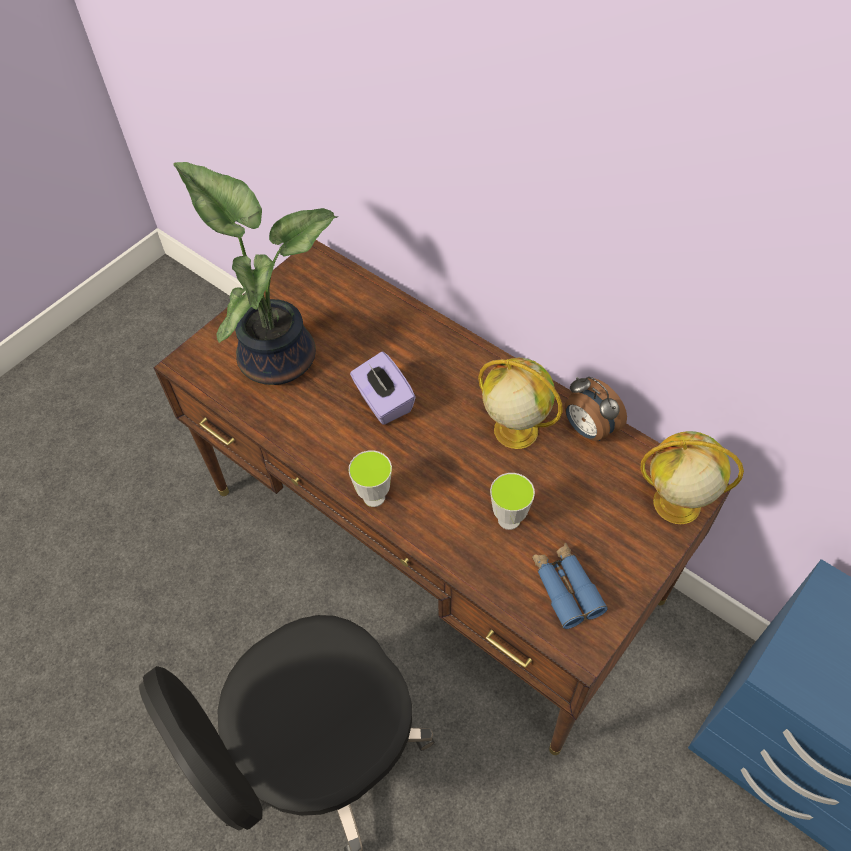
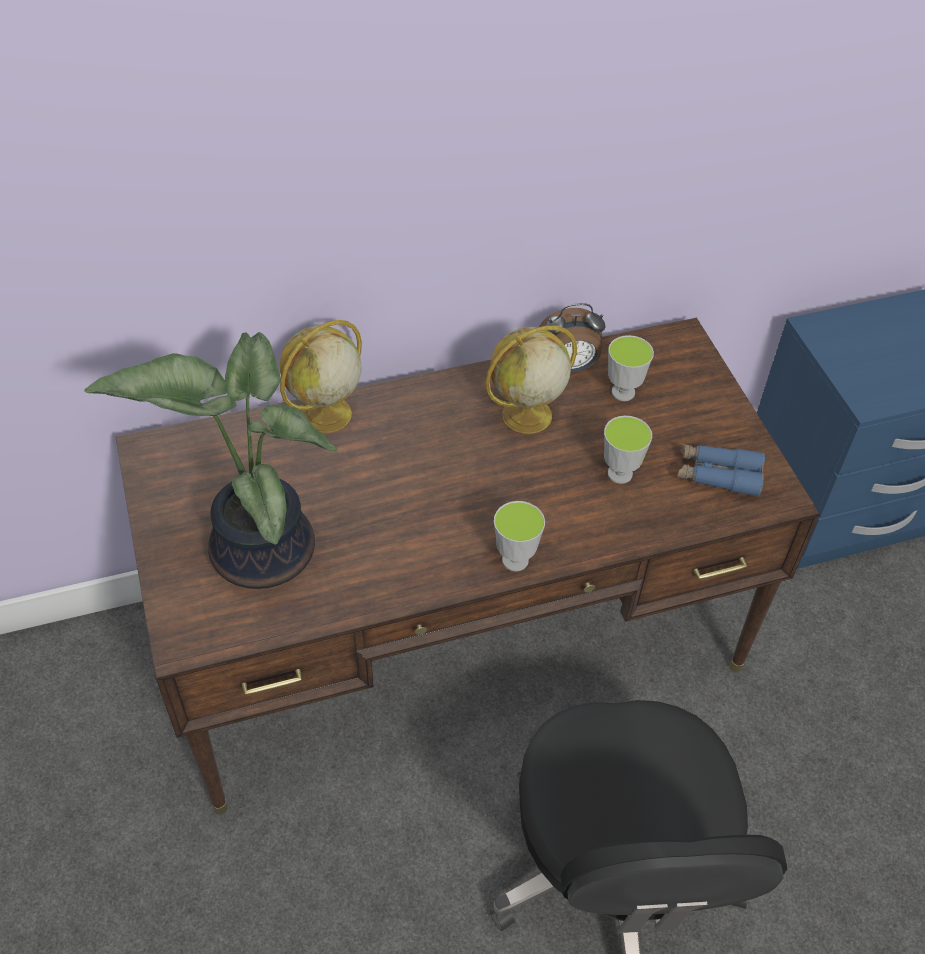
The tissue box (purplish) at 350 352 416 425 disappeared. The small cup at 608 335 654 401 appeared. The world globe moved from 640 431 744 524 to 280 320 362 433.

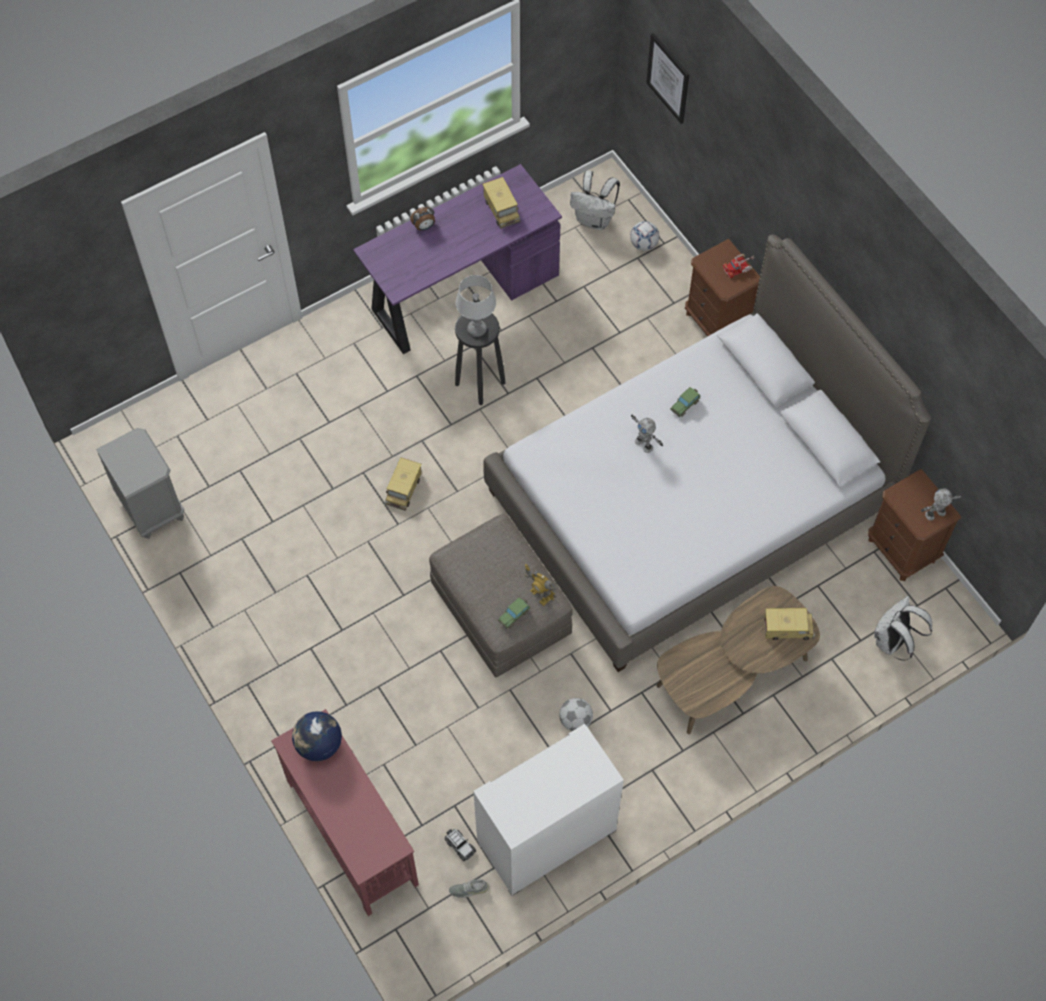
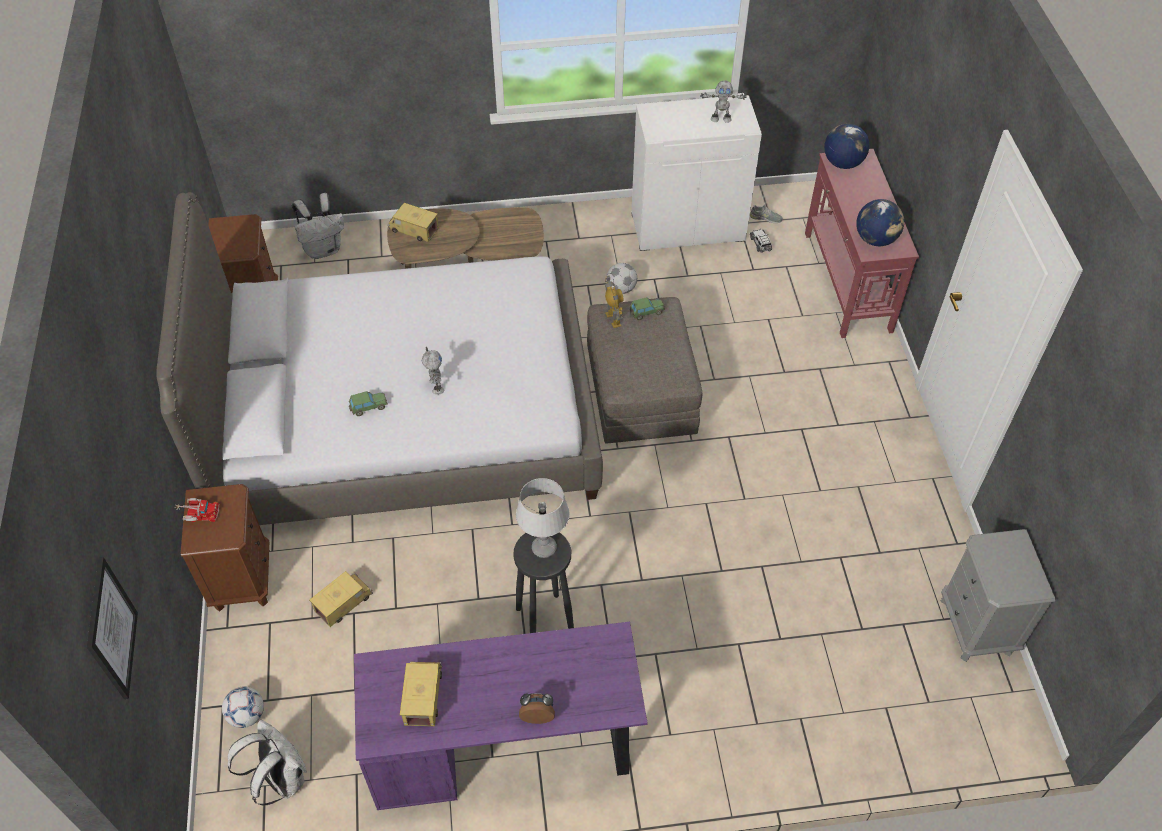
The world globe at 824 124 869 169 appeared. The toy truck moved from 385 457 422 511 to 309 571 373 627. The toy robot moved from 921 488 963 521 to 700 80 747 123.

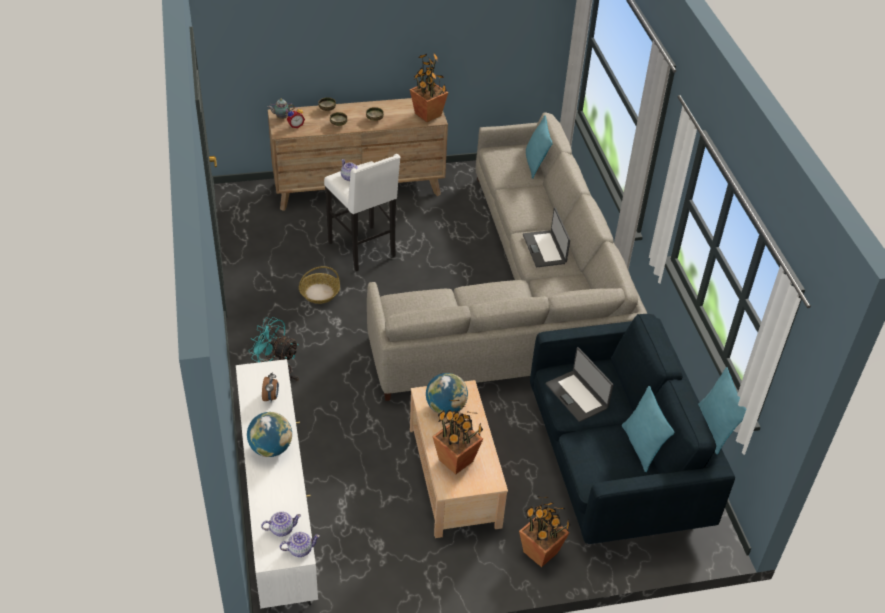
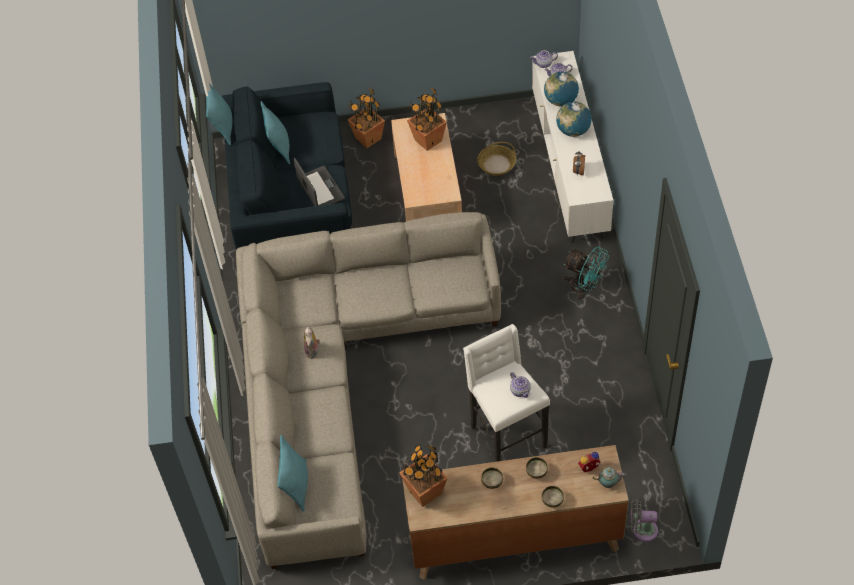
The cooling fan (grey) at 630 499 658 542 appeared. The storage basket moved from 299 266 340 304 to 477 142 516 176. The world globe moved from 426 373 468 414 to 544 72 579 106. The portable computer at 523 208 570 267 was replaced by the plush toy at 304 327 320 359.

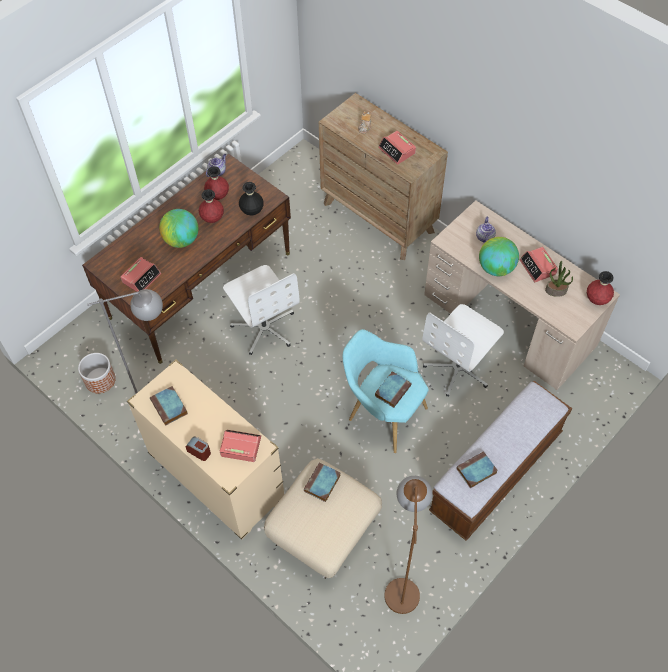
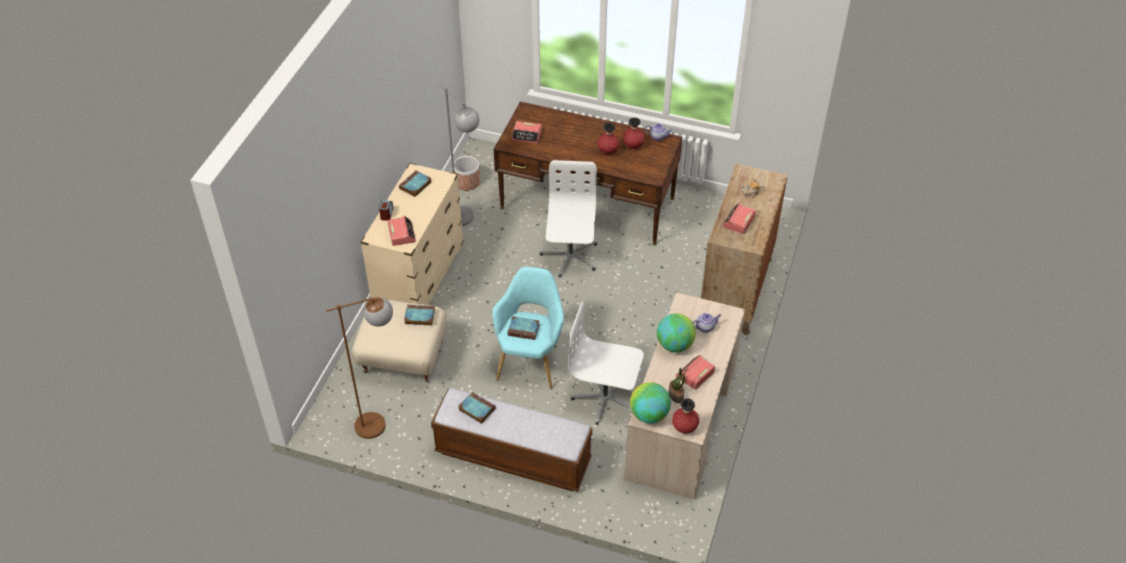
The flower vase (black) at 239 182 264 216 disappeared. The world globe moved from 159 209 198 248 to 630 382 671 423. The desk chair (white) at 223 265 300 355 turned 150 degrees clockwise.

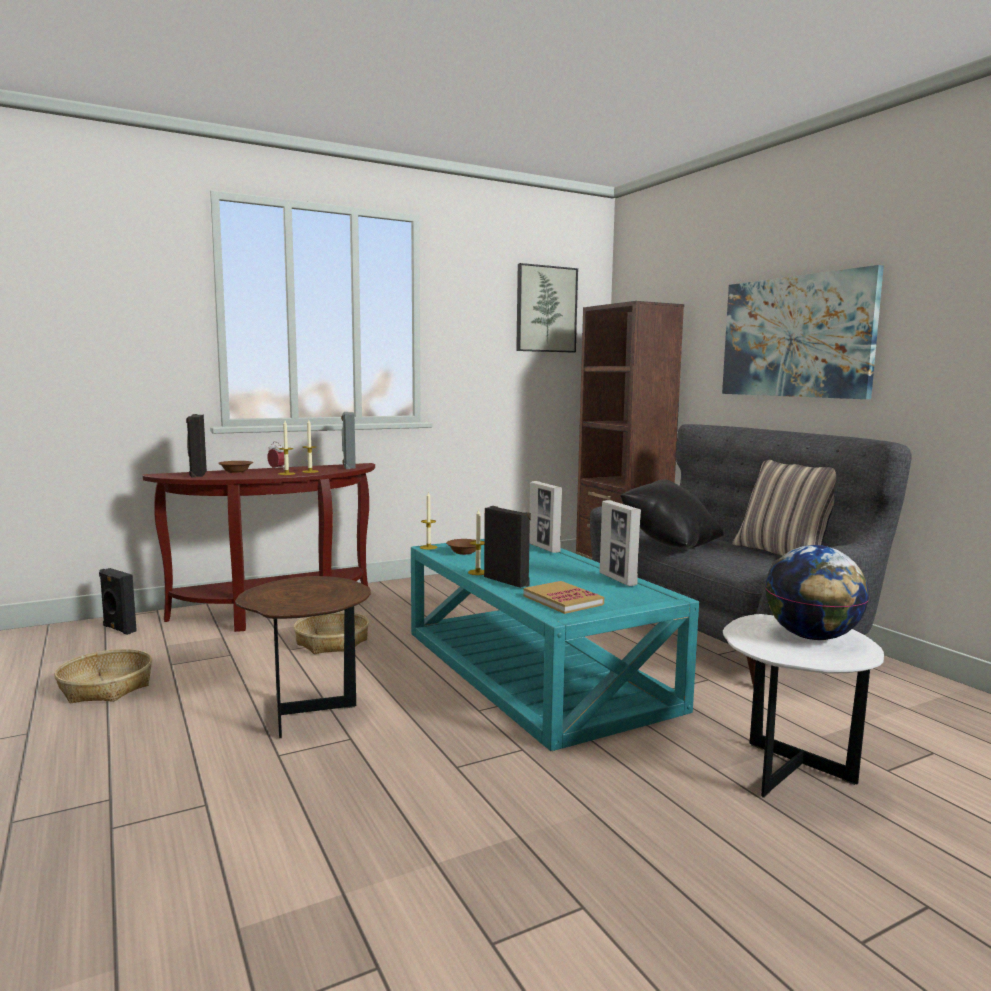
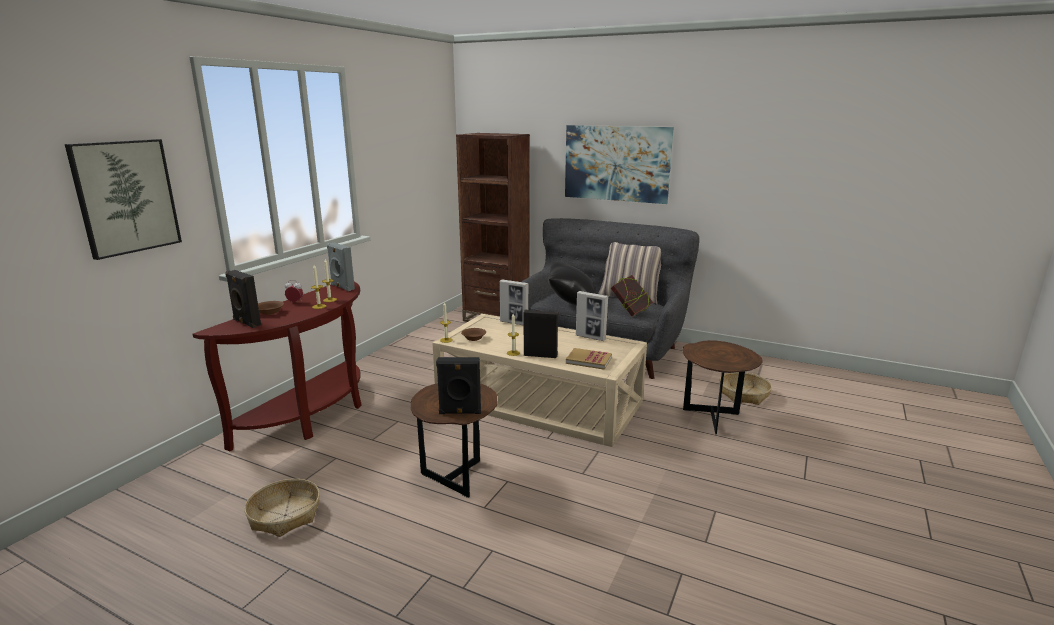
The world globe at 766 545 869 640 disappeared. The bound book at 611 275 653 317 appeared. The loudspeaker (black) moved from 99 568 137 635 to 436 357 481 414. The storage basket moved from 294 611 369 654 to 720 372 772 405. The wall picture moved from 516 263 578 353 to 65 139 182 260. The coffee table (turquoise-coloured) at 411 539 699 751 became the coffee table (sand-coloured) at 432 314 647 447. The side table (white) at 723 614 884 798 became the side table (brownish) at 682 340 763 434.

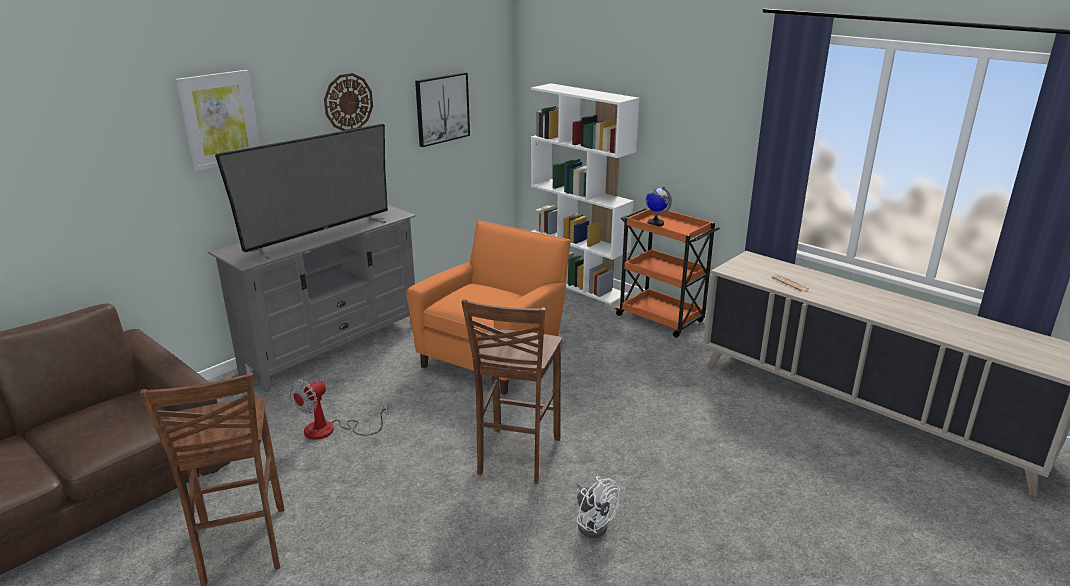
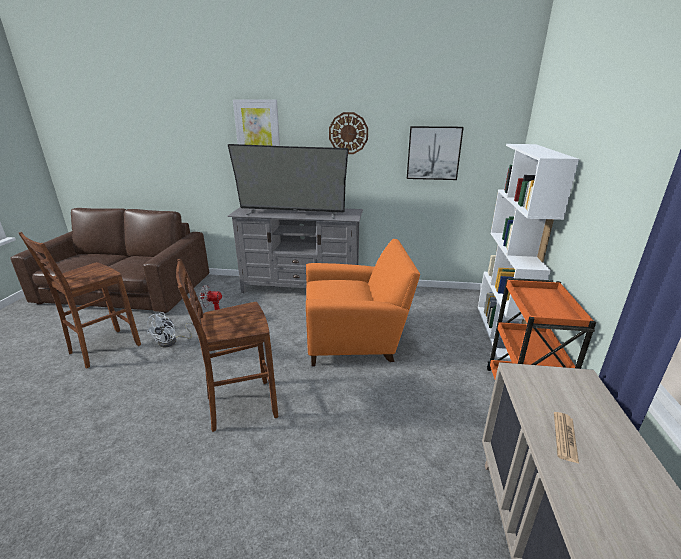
The world globe at 646 187 672 227 disappeared. The cooling fan (white) moved from 576 476 620 538 to 147 312 193 347.

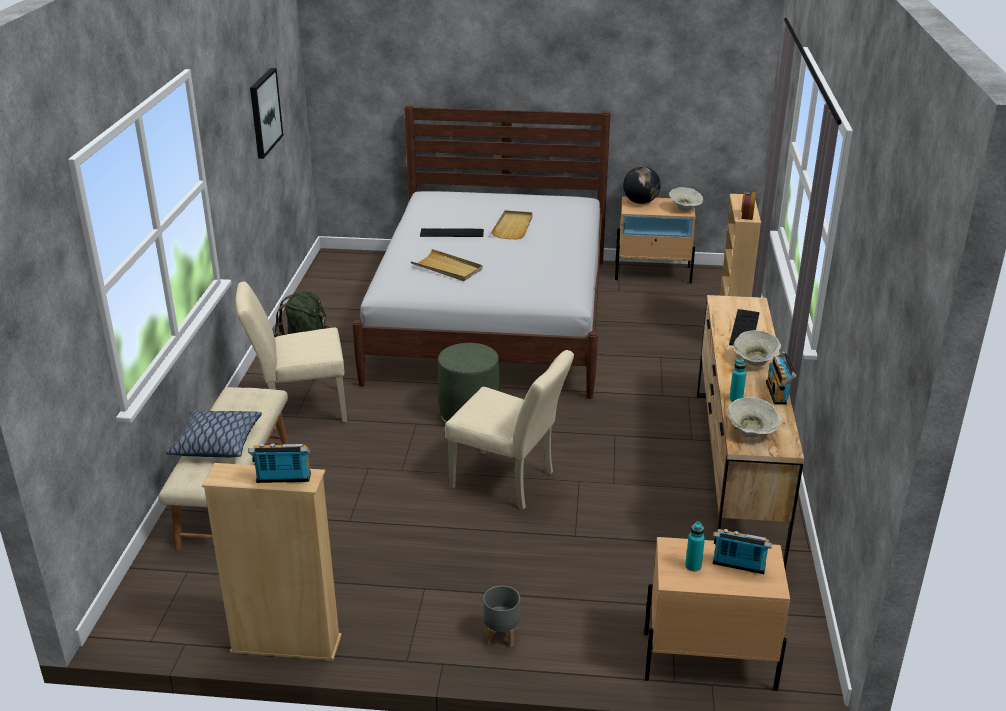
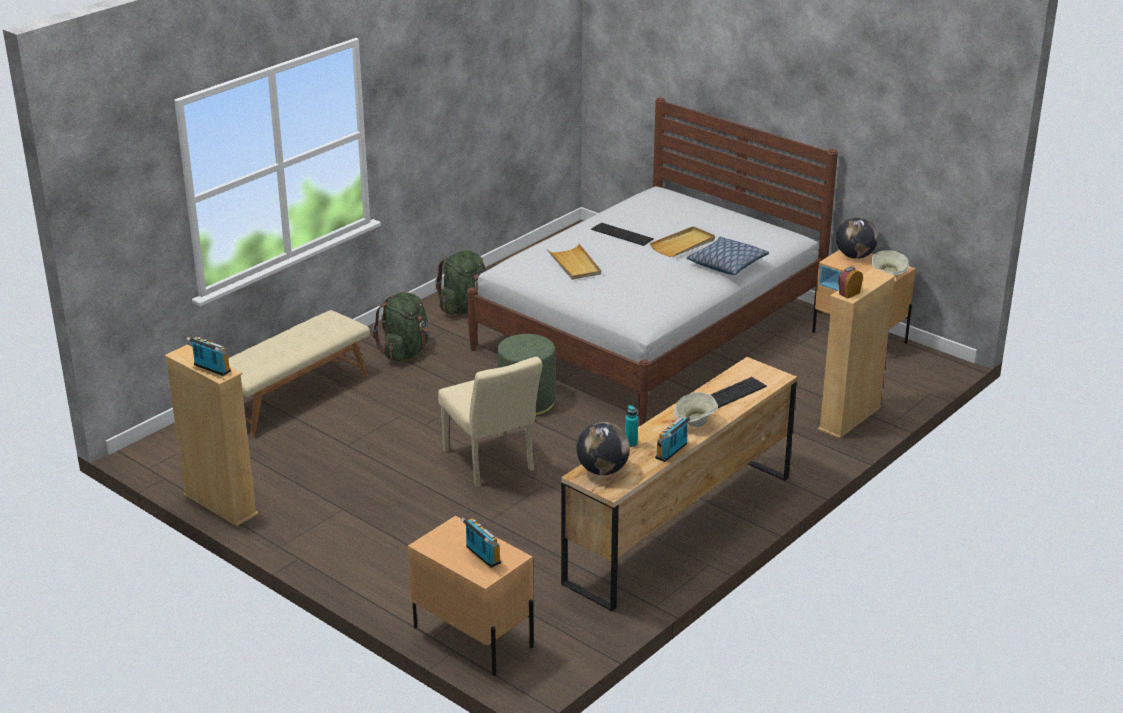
The wall picture at 250 68 284 159 disappeared. The flower pot (grey) at 483 586 520 647 disappeared. The beverage bottle (turquoise-coloured) at 685 521 705 571 disappeared. The cushion moved from 166 410 262 457 to 686 237 769 275. The chair (sand-coloured) at 236 282 347 429 was replaced by the knapsack (green-coloured) at 373 292 429 361. The serving bowl (sand-coloured) at 727 397 781 437 was replaced by the world globe at 576 422 630 475.

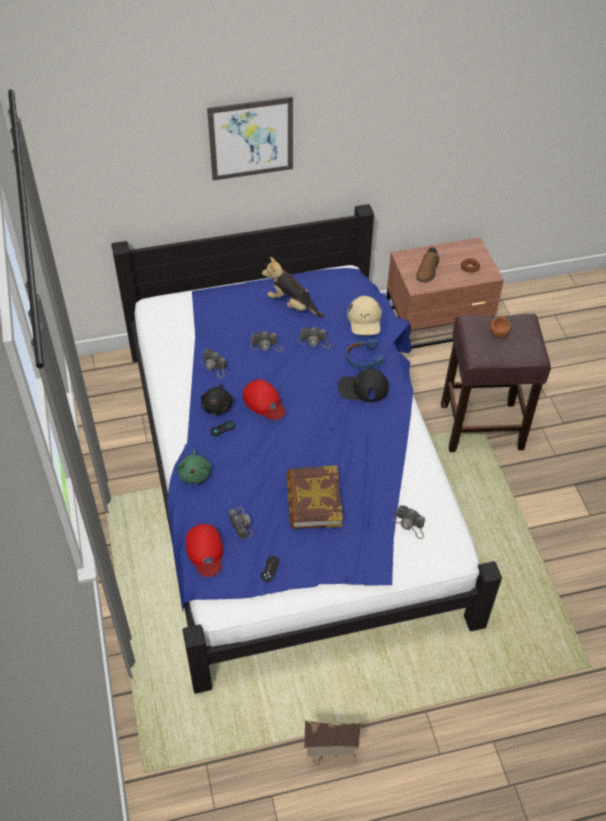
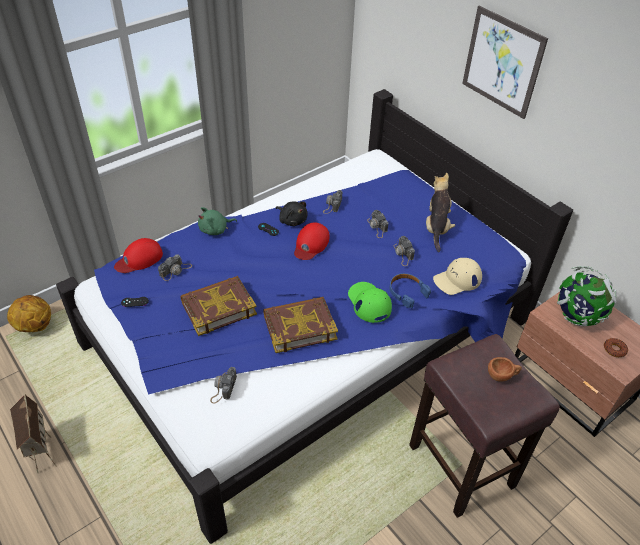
The basketball ball at 7 295 51 332 appeared. The bound book at 263 297 338 353 appeared. The item of footwear (brownish) at 416 247 439 282 was replaced by the world globe at 557 266 617 326. The cap (black) at 337 368 389 402 became the cap (green-coloured) at 348 282 392 323. The plush toy (black) at 201 384 233 415 turned 120 degrees counterclockwise.

